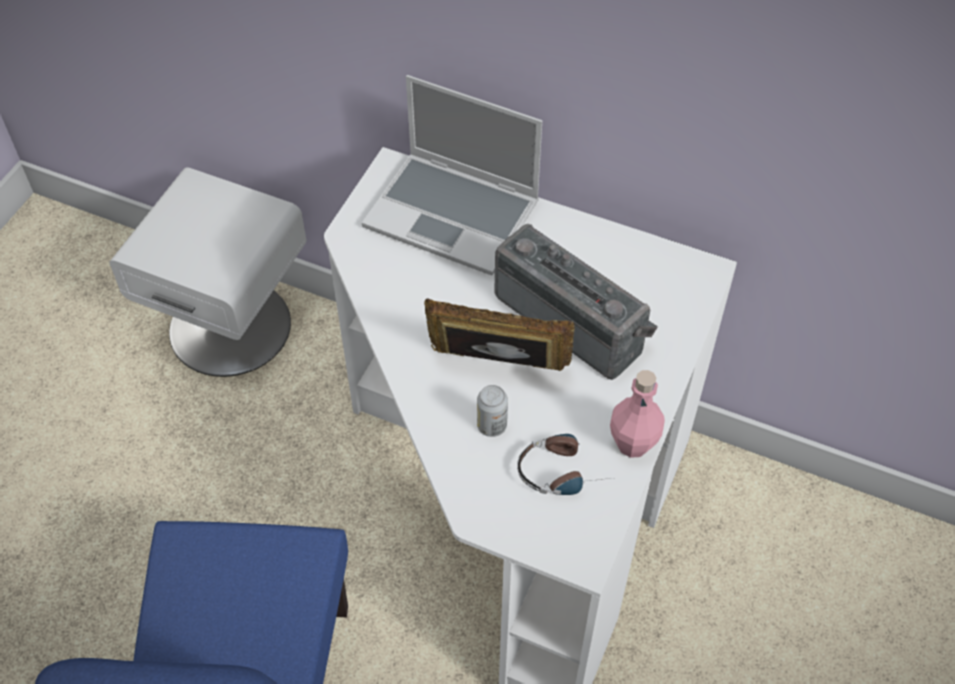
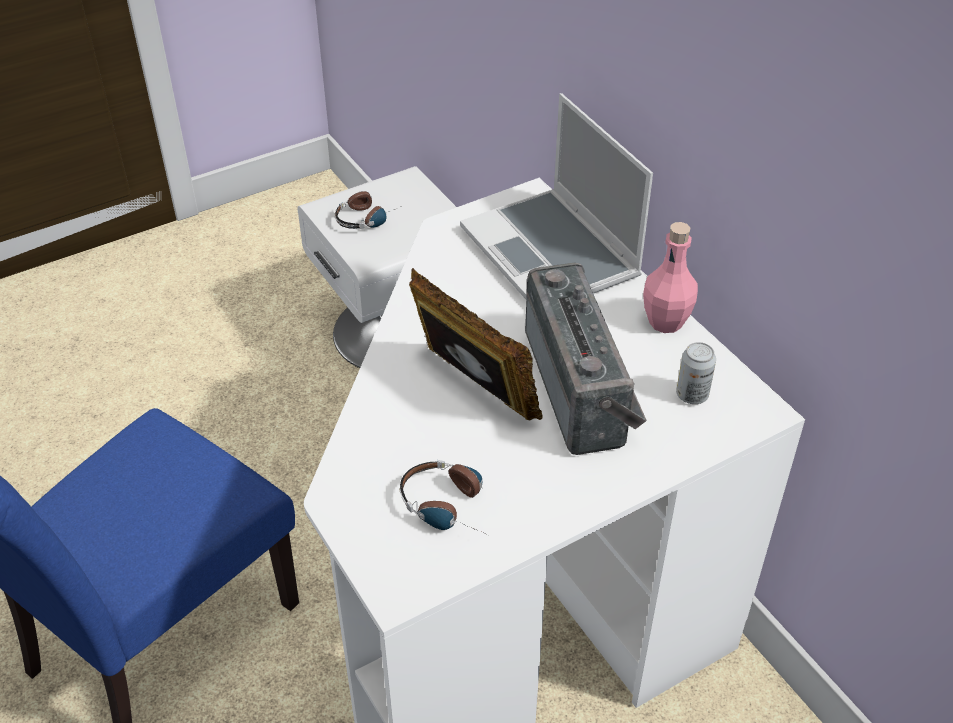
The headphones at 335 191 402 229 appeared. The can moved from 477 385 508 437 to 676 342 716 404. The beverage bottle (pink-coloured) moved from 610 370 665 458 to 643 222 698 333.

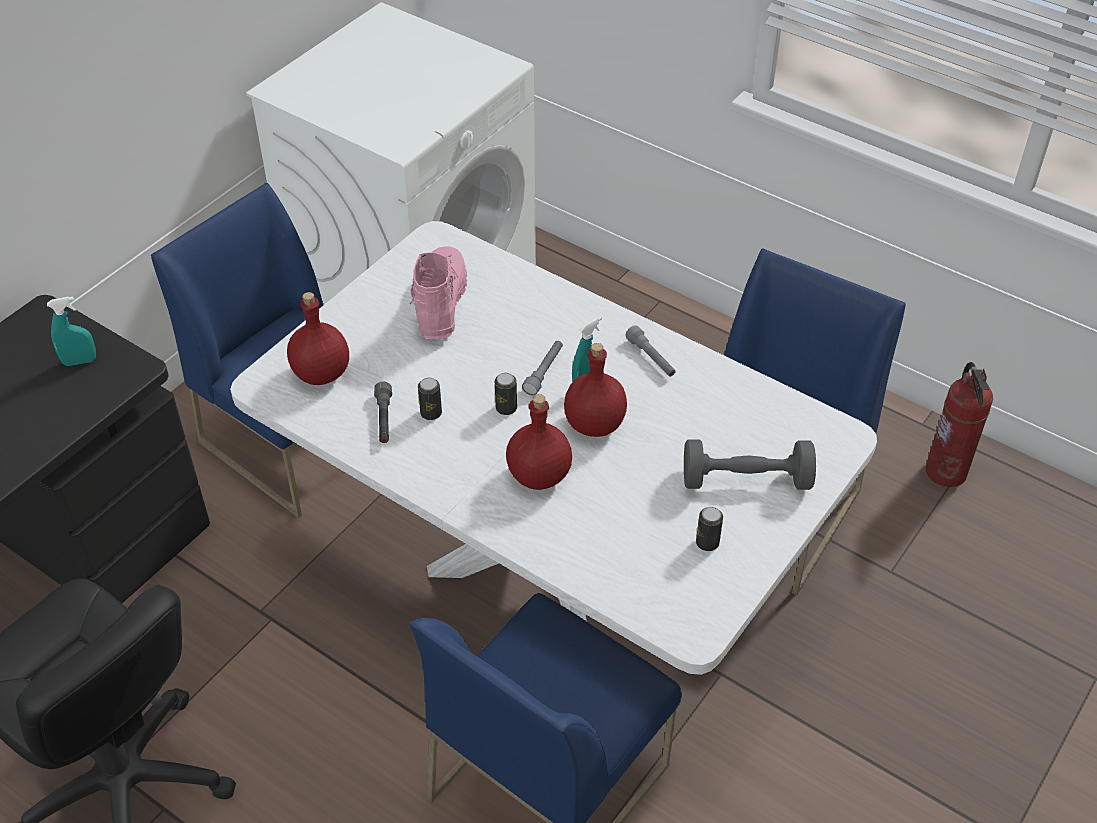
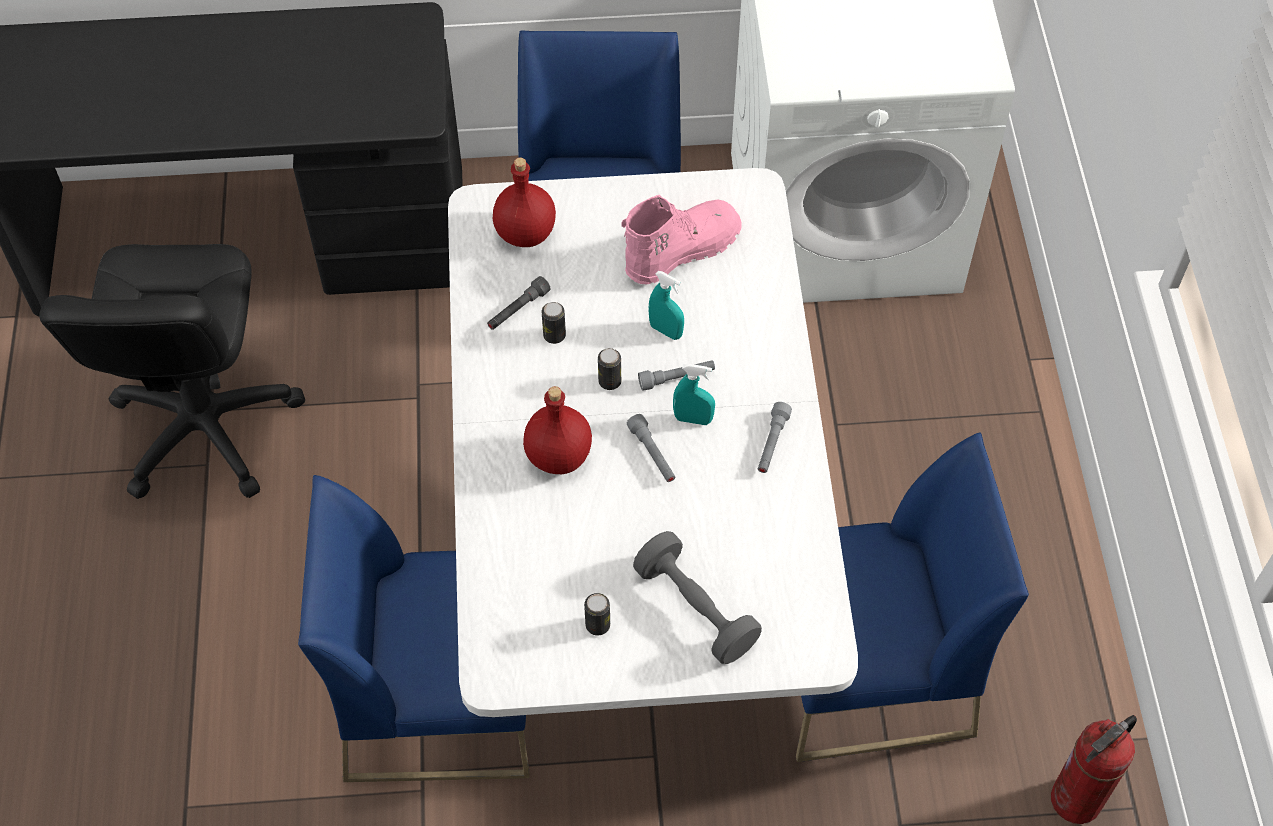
The hand sprayer (turquoise-coloured) moved from 47 297 96 366 to 648 271 684 340. The beverage bottle (red-coloured) at 564 343 627 437 was replaced by the hand torch (grey) at 627 414 675 482.

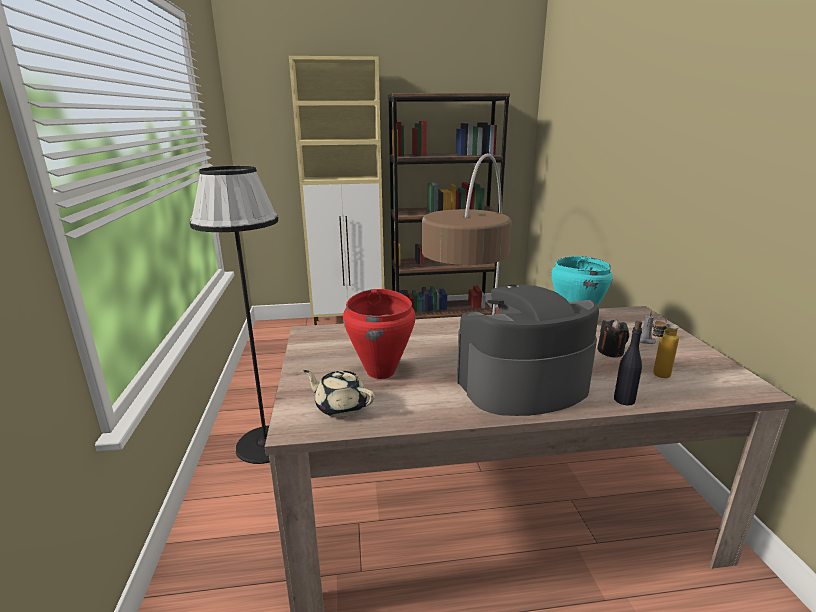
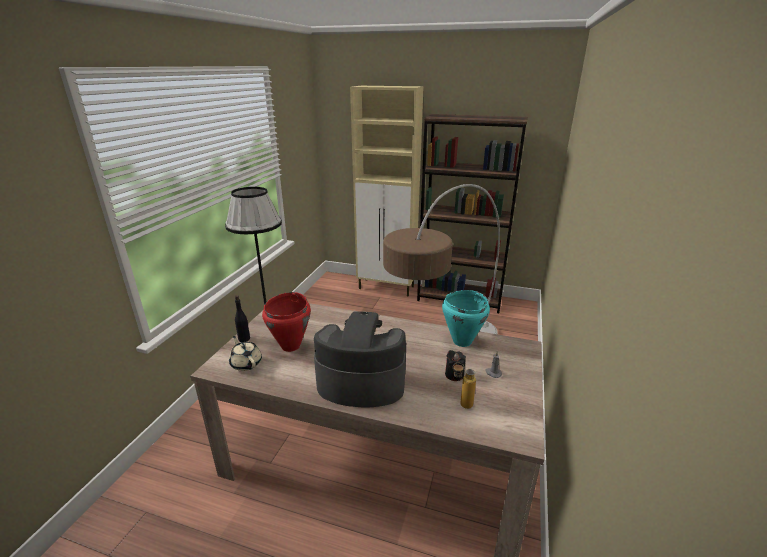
The beverage bottle (black) moved from 614 320 642 405 to 235 295 250 342.

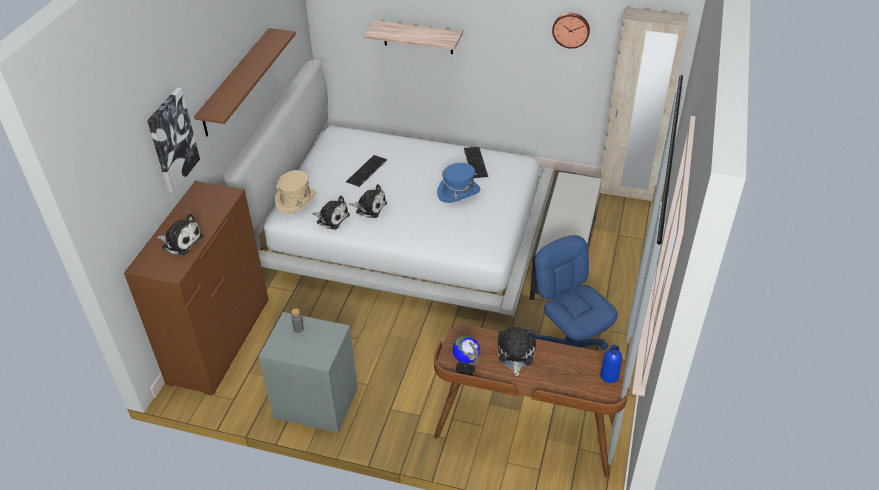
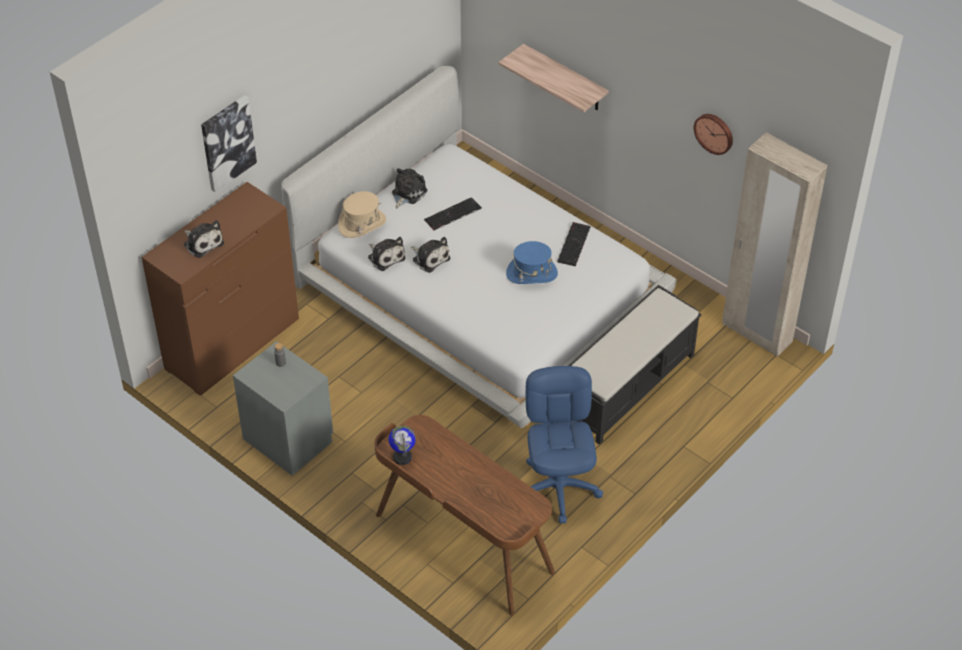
The wall shelf (brownish) at 194 28 296 136 disappeared. The beverage bottle (bluish) at 600 345 622 383 disappeared. The plush toy moved from 498 327 536 376 to 392 168 428 209.

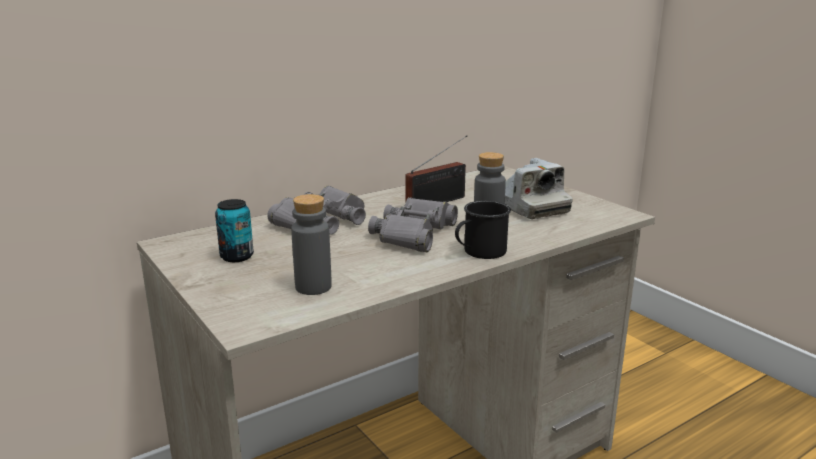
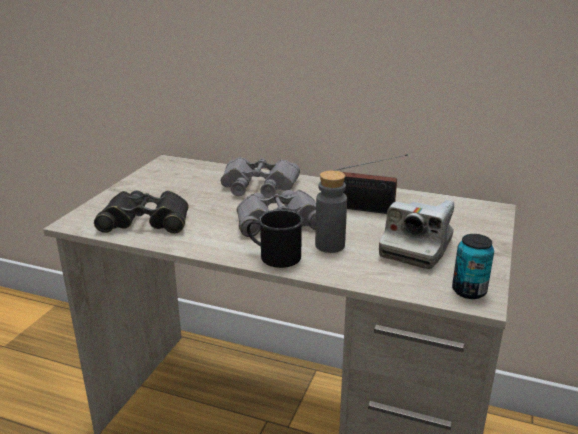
The can moved from 215 199 254 262 to 452 234 494 299. The beverage bottle (grey) at 291 194 332 295 was replaced by the pair of binoculars (black) at 94 190 189 234.

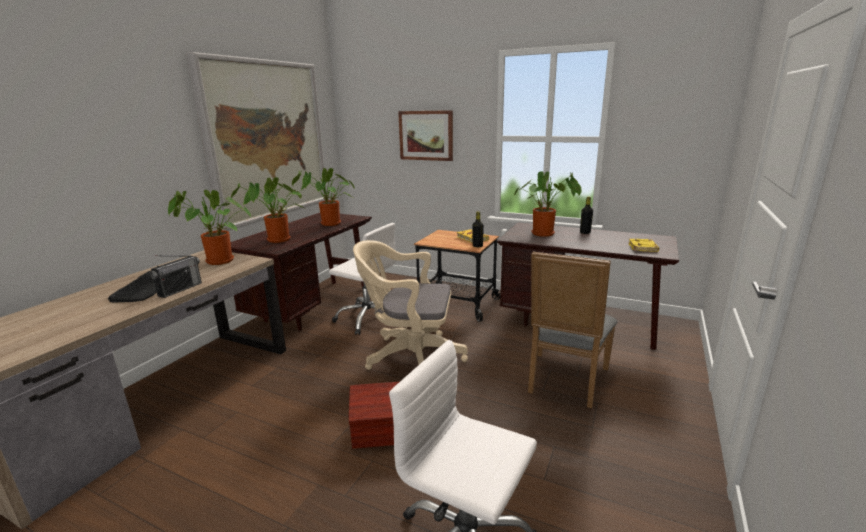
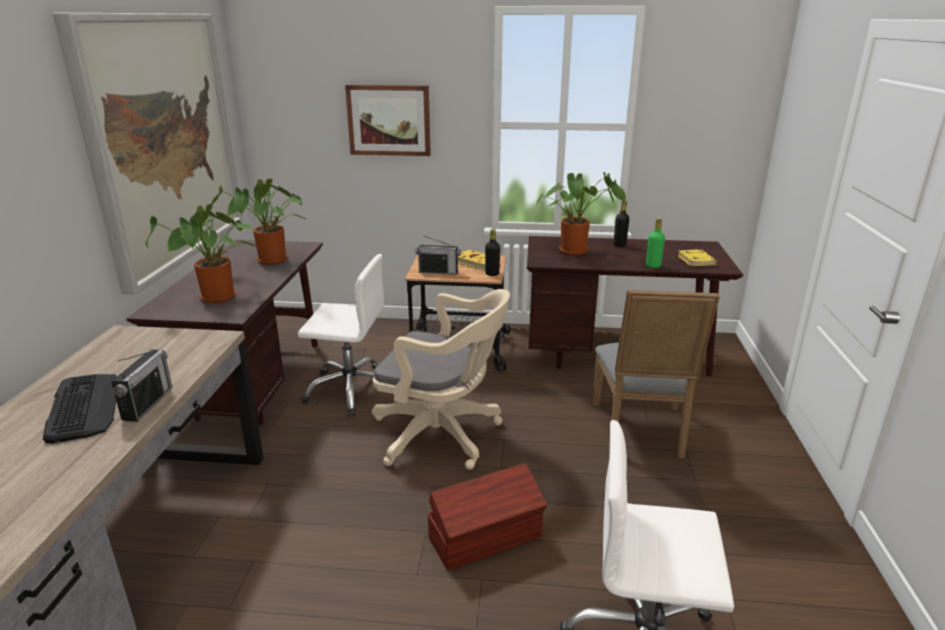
The houseplant at 168 190 251 265 disappeared. The radio set at 416 235 460 275 appeared. The beverage bottle (green-coloured) at 646 218 665 268 appeared. The desk chair (sand-coloured) at 353 240 468 370 turned 150 degrees counterclockwise.

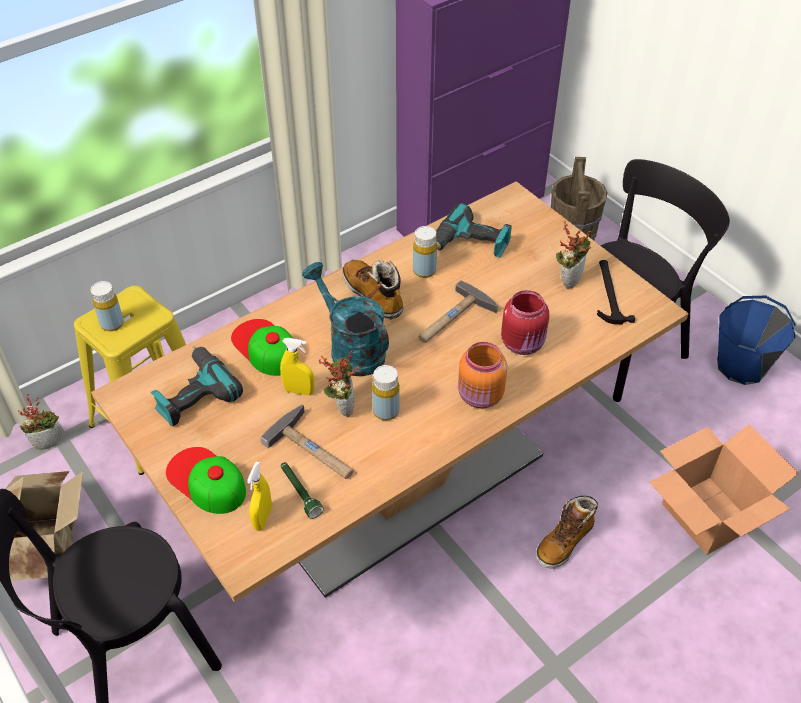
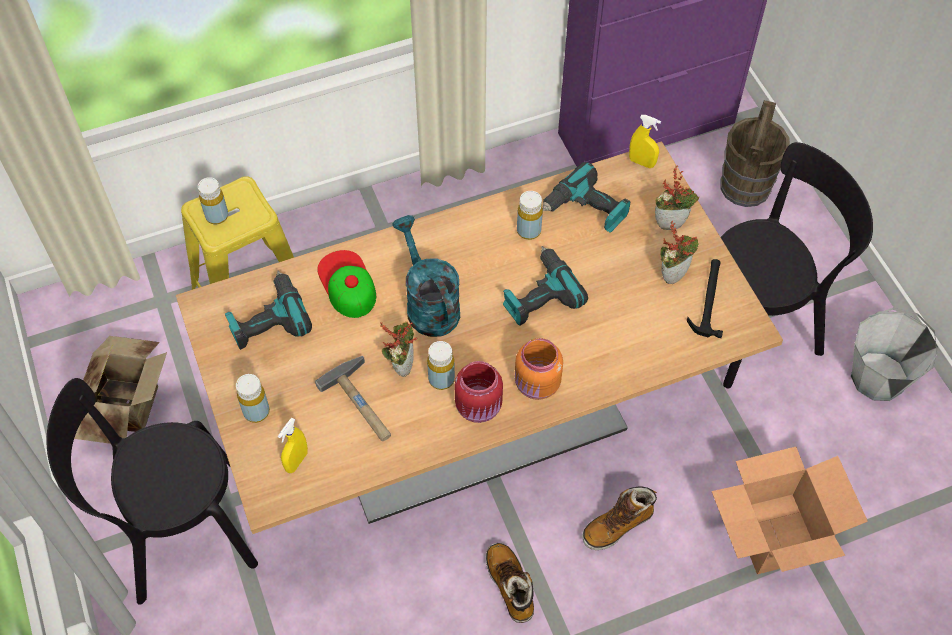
The hand torch (green-coloured) at 281 462 324 519 disappeared. The houseplant moved from 18 394 59 450 to 655 165 699 230. The hand sprayer (yellow-coloured) moved from 280 338 315 395 to 629 115 661 168. The high-top boot moved from 342 260 404 320 to 486 543 534 623. The storage jar (red-coloured) moved from 501 290 549 355 to 455 361 503 423. The cap at 166 447 246 514 was replaced by the beverage bottle (yellow-coloured) at 236 374 270 423. The hammer at 418 280 498 343 was replaced by the drill at 503 246 588 326. The pail (bluish) at 717 296 796 385 became the pail (grey) at 851 308 938 401.

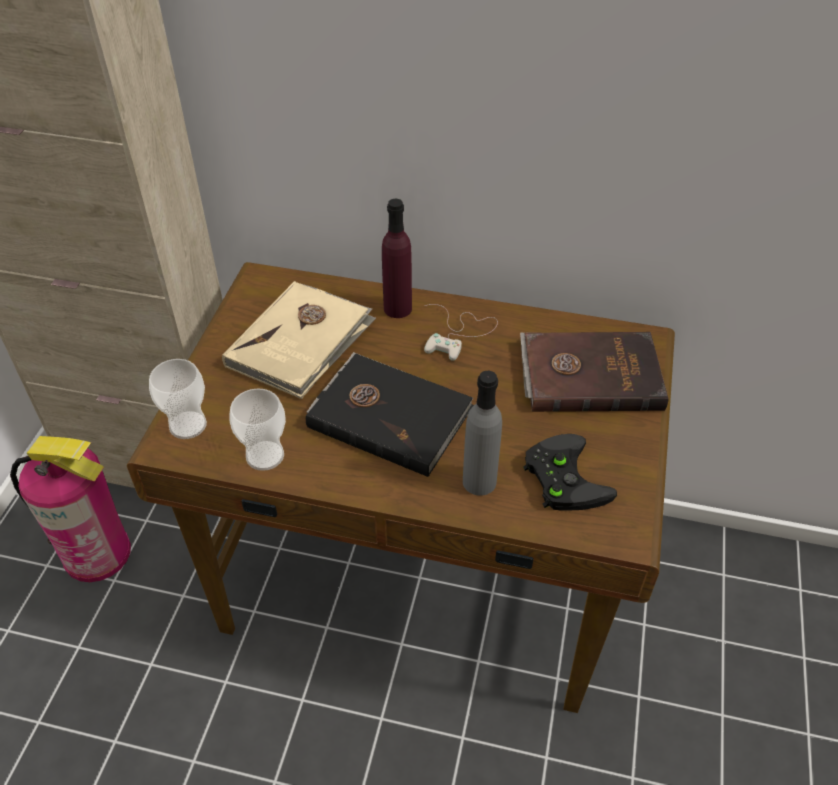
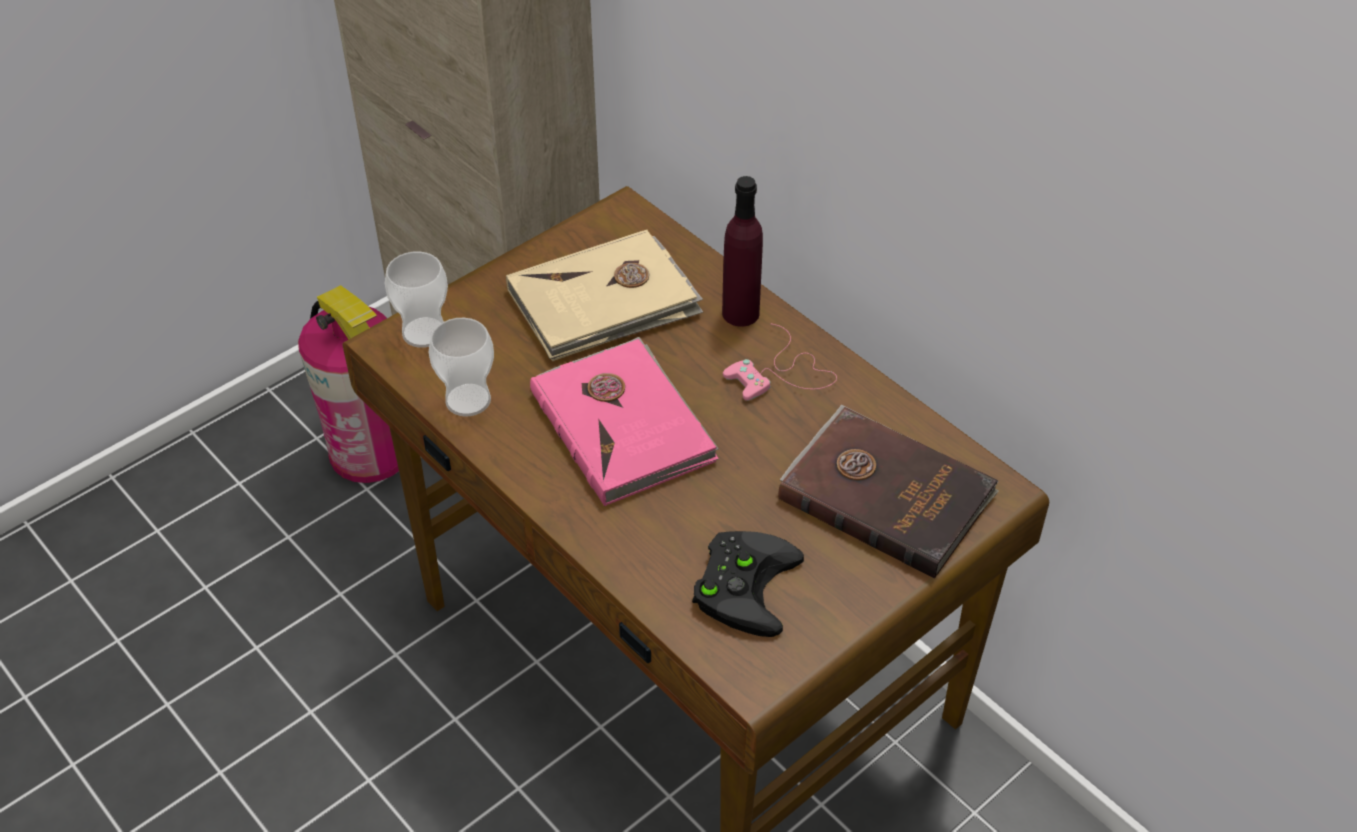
The beverage bottle (grey) at 463 371 502 496 disappeared. The bound book (black) at 306 352 474 477 became the bound book (pink-coloured) at 530 337 719 506. The gamepad (white) at 424 304 498 361 became the gamepad (pink-coloured) at 723 323 837 401.

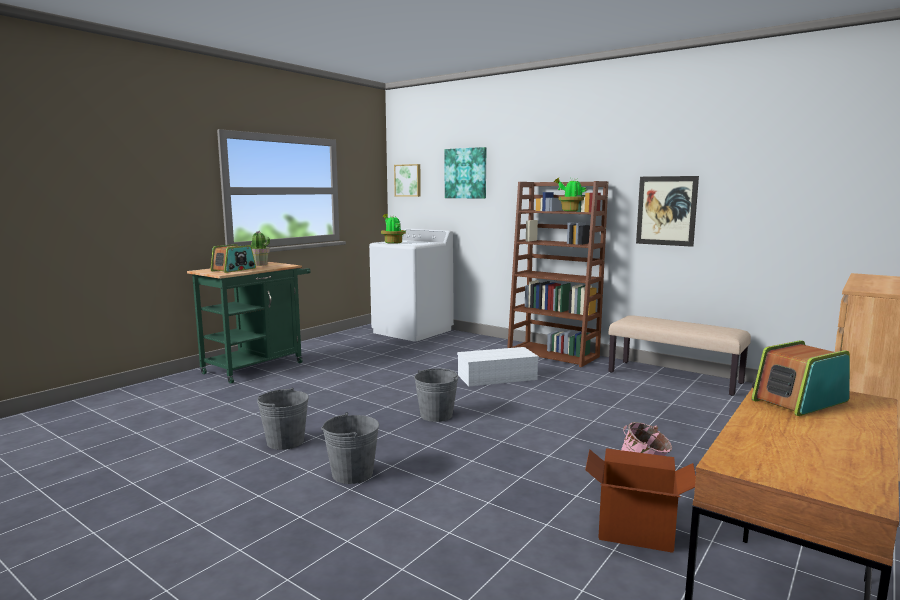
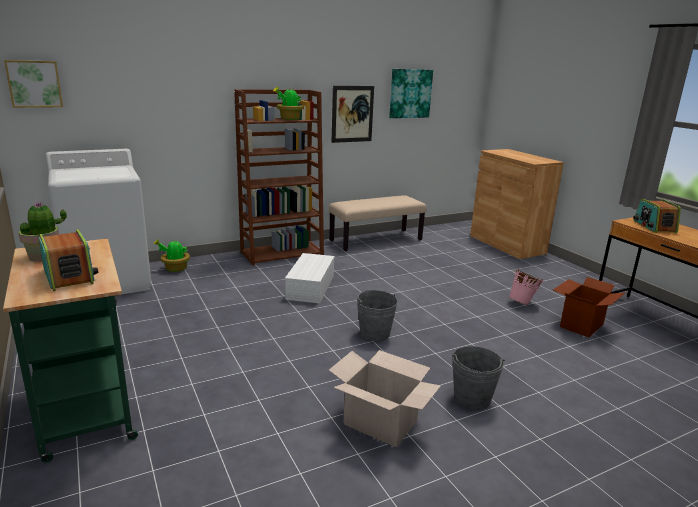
The houseplant moved from 381 214 406 244 to 154 239 190 272. The wall picture moved from 445 147 486 199 to 389 69 433 118. The pail (grey) at 257 388 309 450 was replaced by the carton at 329 350 441 447.

